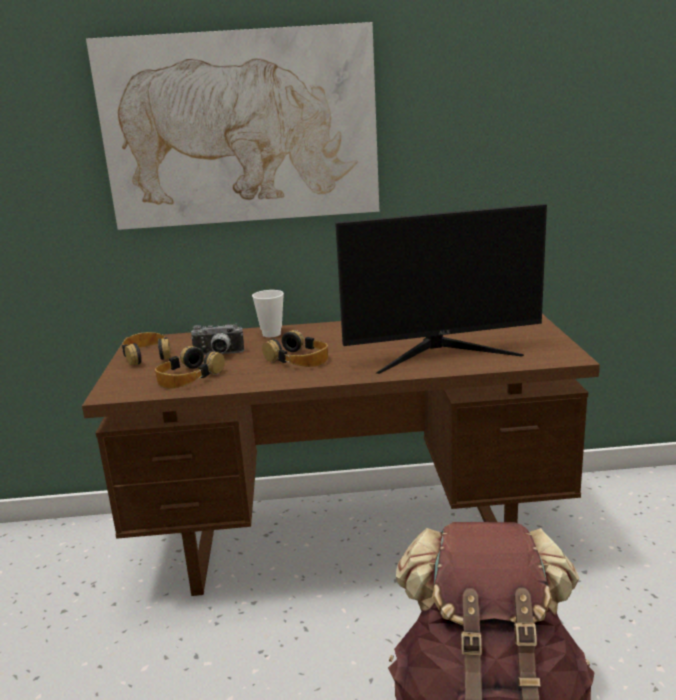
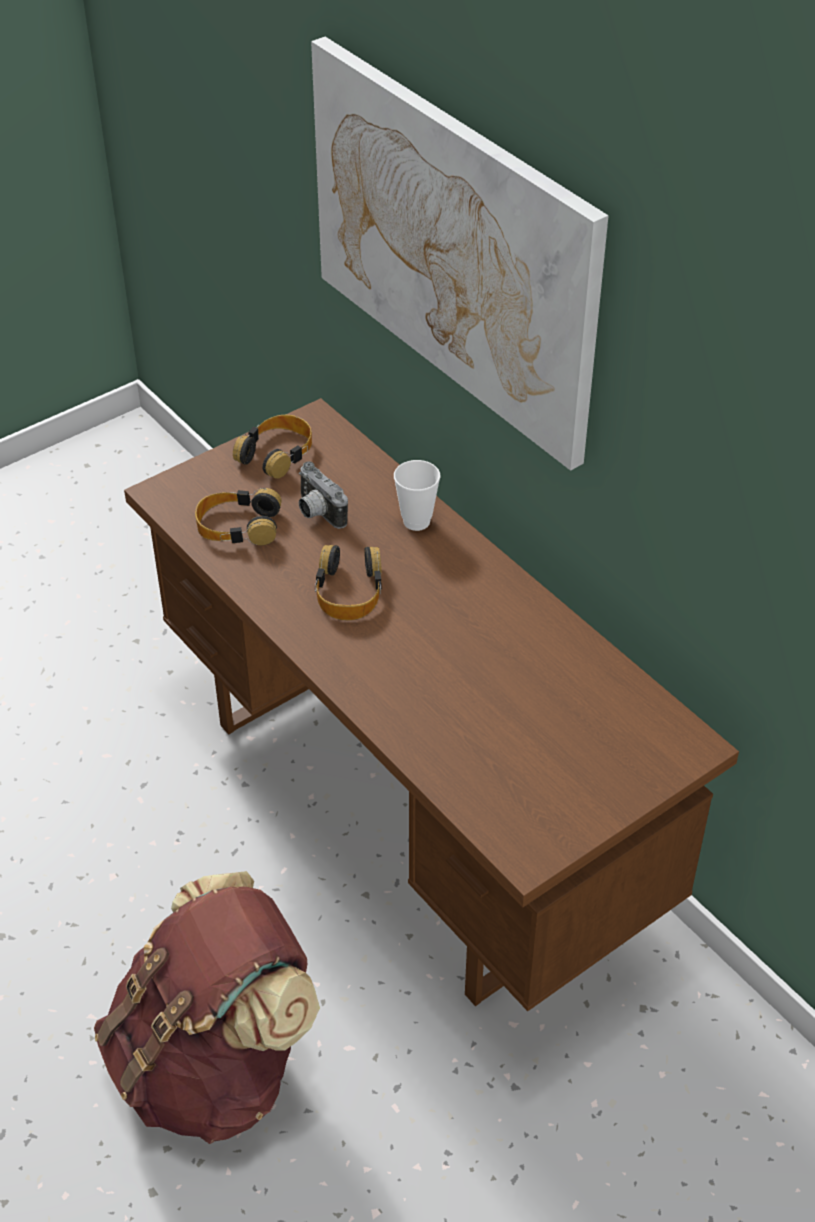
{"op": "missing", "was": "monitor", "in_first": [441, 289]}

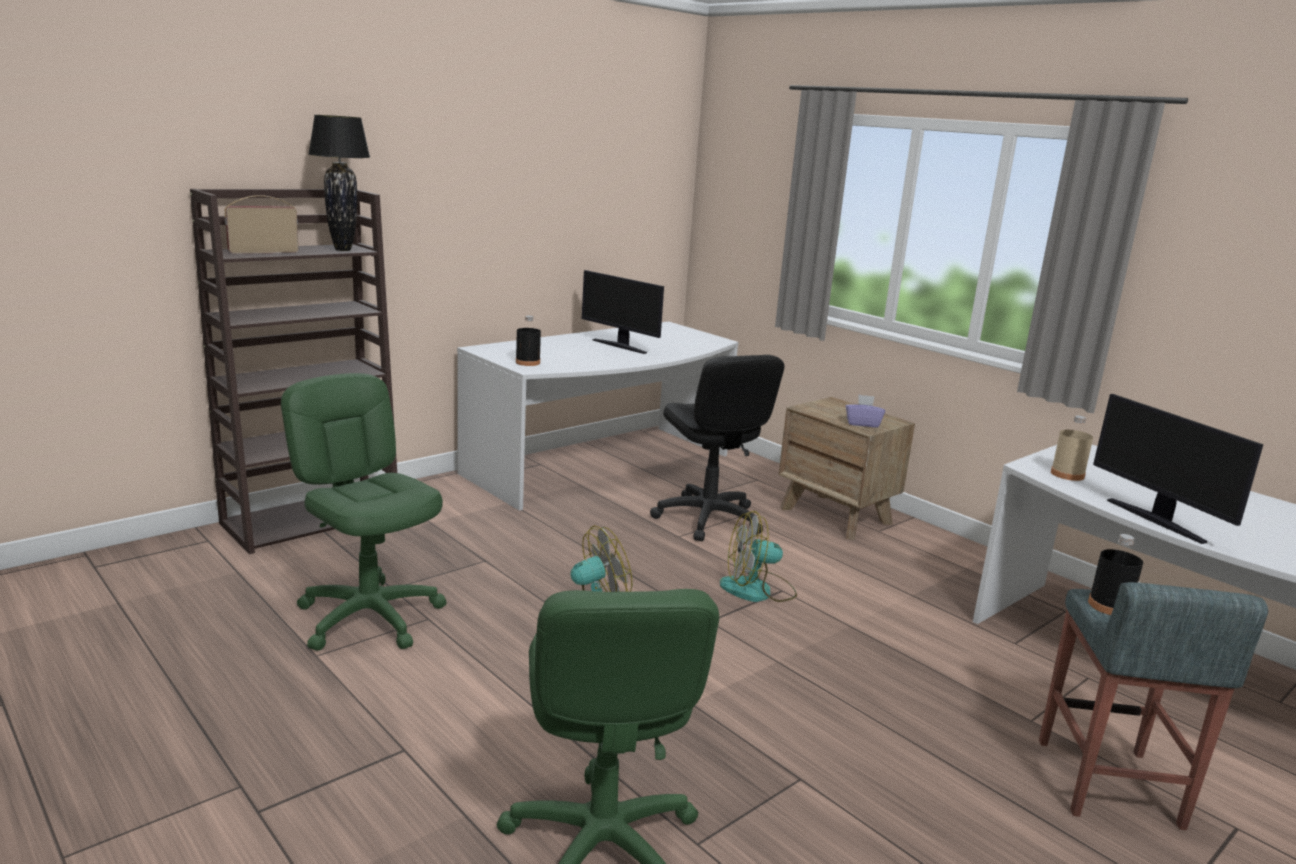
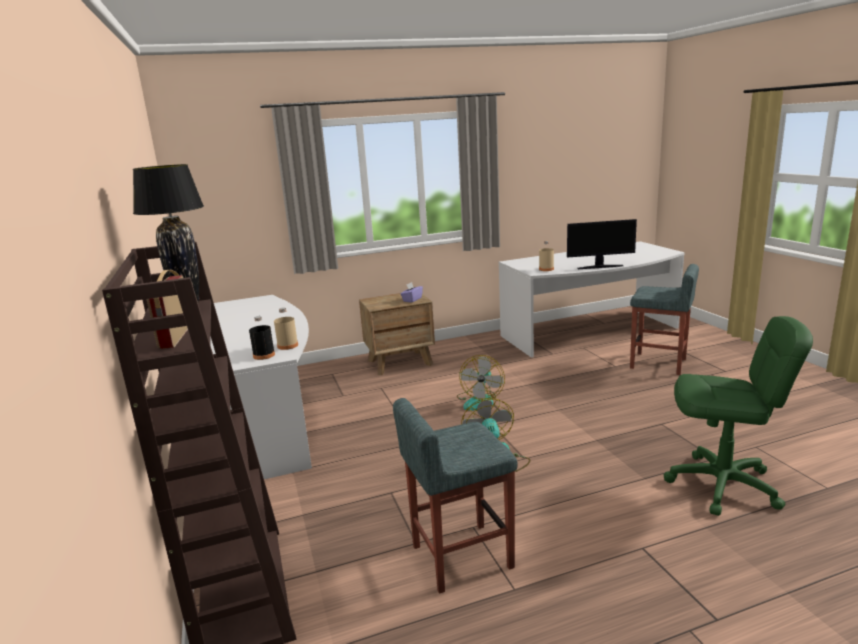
{"op": "appeared", "now": "botella/beis", "in_second": [286, 329]}
{"op": "exchanged", "was": "silla de oficina/verde", "now": "taburete/gris", "in_first": [364, 512], "in_second": [455, 496]}
{"op": "missing", "was": "monitor", "in_first": [623, 312]}
{"op": "missing", "was": "silla de oficina/negro", "in_first": [717, 448]}
{"op": "missing", "was": "botella/negro", "in_first": [1115, 574]}

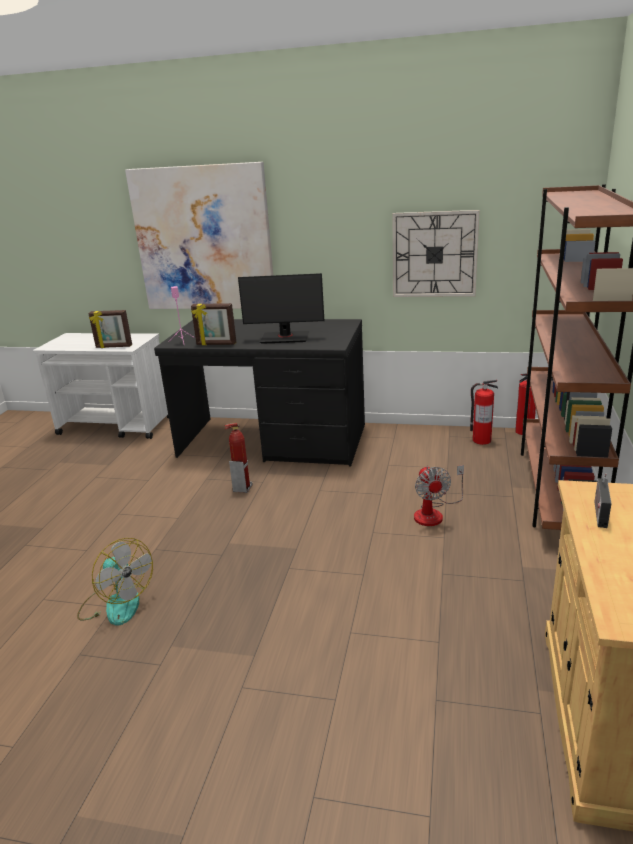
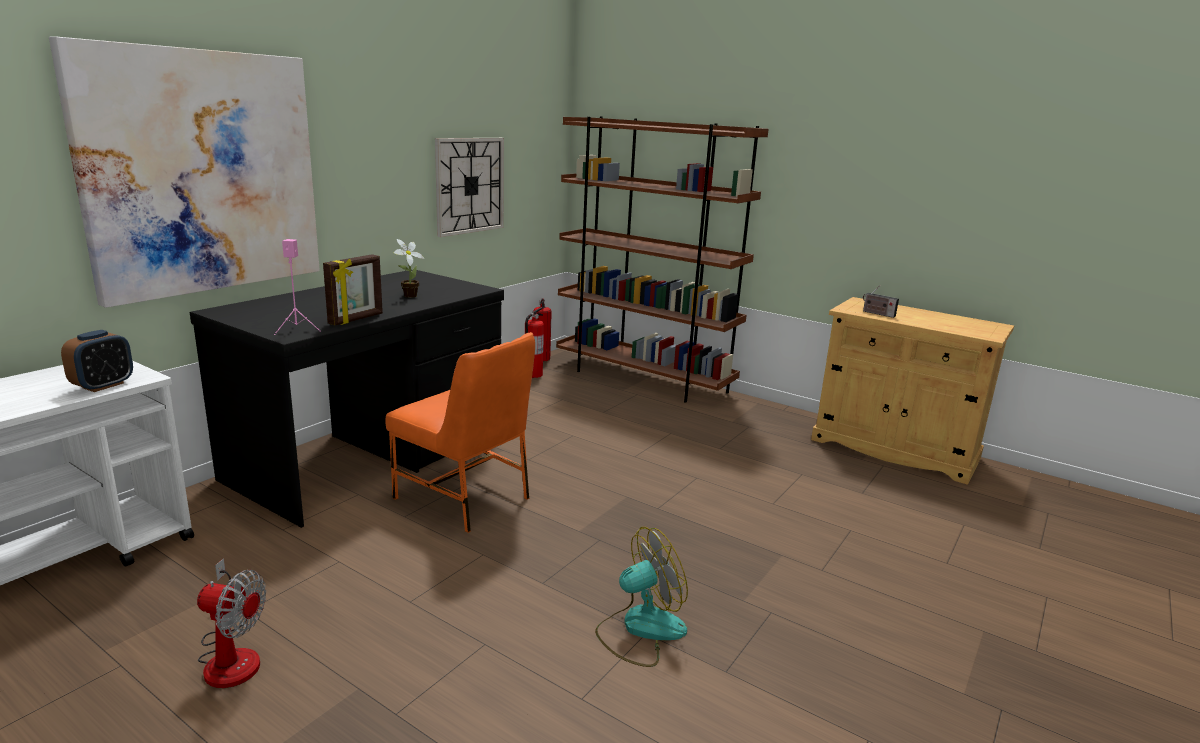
{"op": "exchanged", "was": "portarretratos", "now": "despertador", "in_first": [110, 329], "in_second": [97, 361]}
{"op": "relocated", "was": "ventilador", "in_first": [439, 495], "in_second": [231, 623]}
{"op": "exchanged", "was": "extintor", "now": "silla/naranja", "in_first": [238, 458], "in_second": [460, 432]}
{"op": "exchanged", "was": "monitor", "now": "planta en maceta", "in_first": [281, 308], "in_second": [409, 268]}

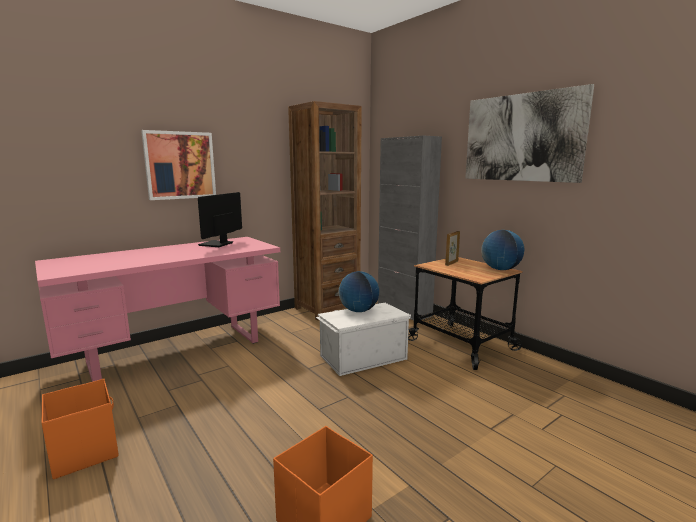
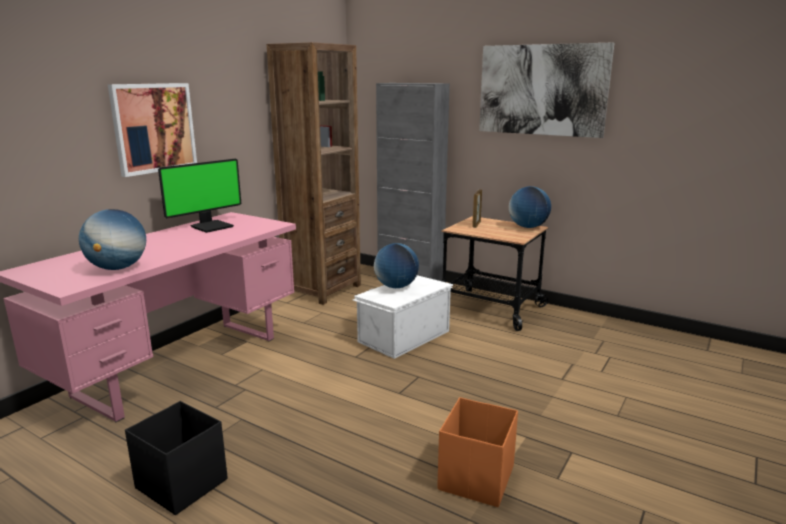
{"op": "appeared", "now": "globo terráqueo", "in_second": [112, 239]}
{"op": "colour", "was": "caja de almacenaje/naranja", "now": "caja de almacenaje/negro", "in_first": [80, 429], "in_second": [176, 458]}
{"op": "spun", "was": "monitor", "in_first": [220, 219], "in_second": [199, 196], "clockwise": -135}

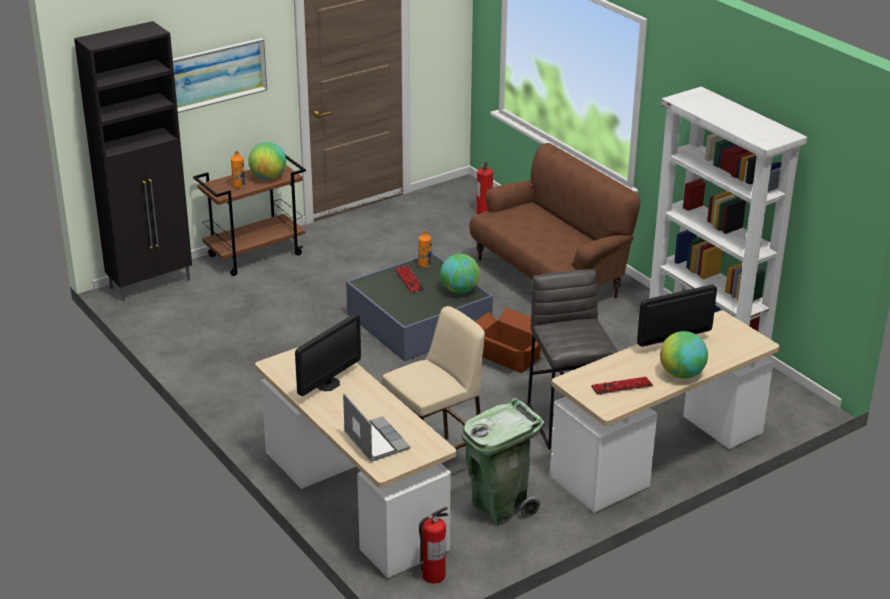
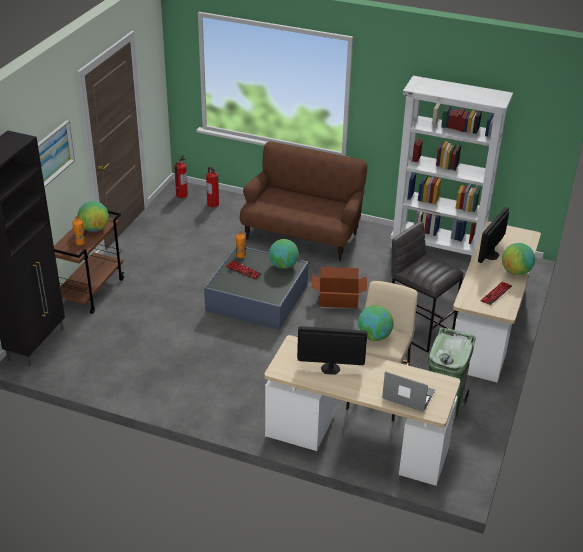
{"op": "relocated", "was": "extintor", "in_first": [434, 545], "in_second": [181, 176]}
{"op": "spun", "was": "monitor", "in_first": [328, 355], "in_second": [332, 350], "clockwise": -90}
{"op": "appeared", "now": "globo terráqueo", "in_second": [376, 323]}

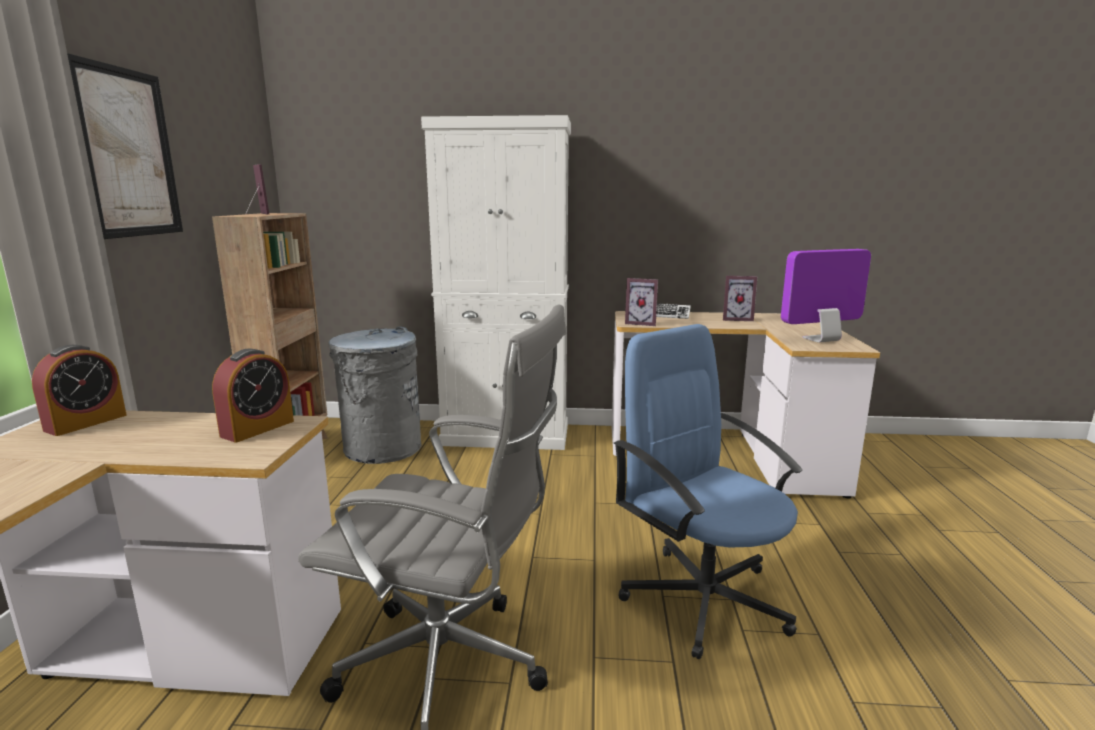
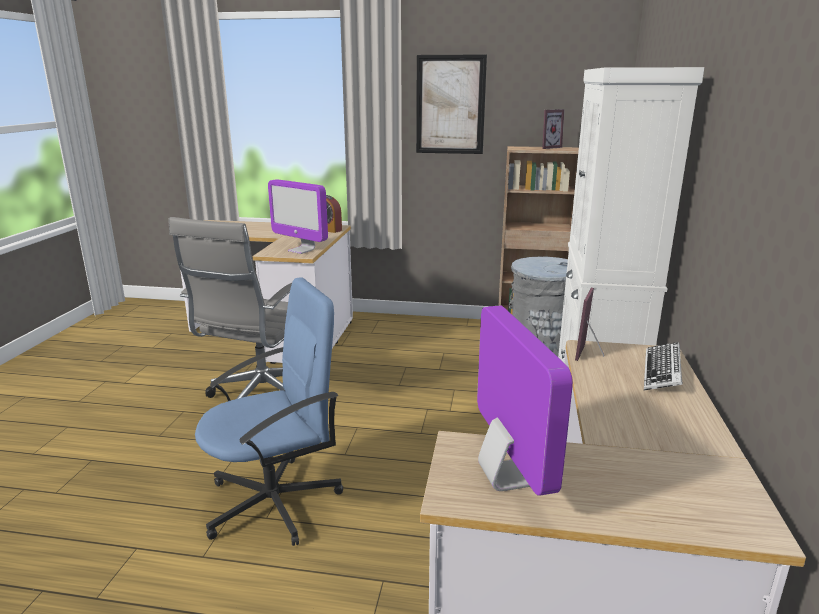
{"op": "exchanged", "was": "despertador", "now": "monitor", "in_first": [253, 395], "in_second": [298, 216]}
{"op": "missing", "was": "portarretratos", "in_first": [740, 298]}

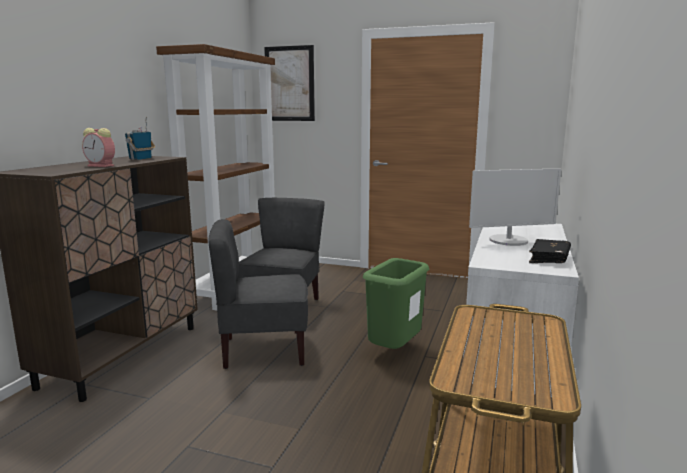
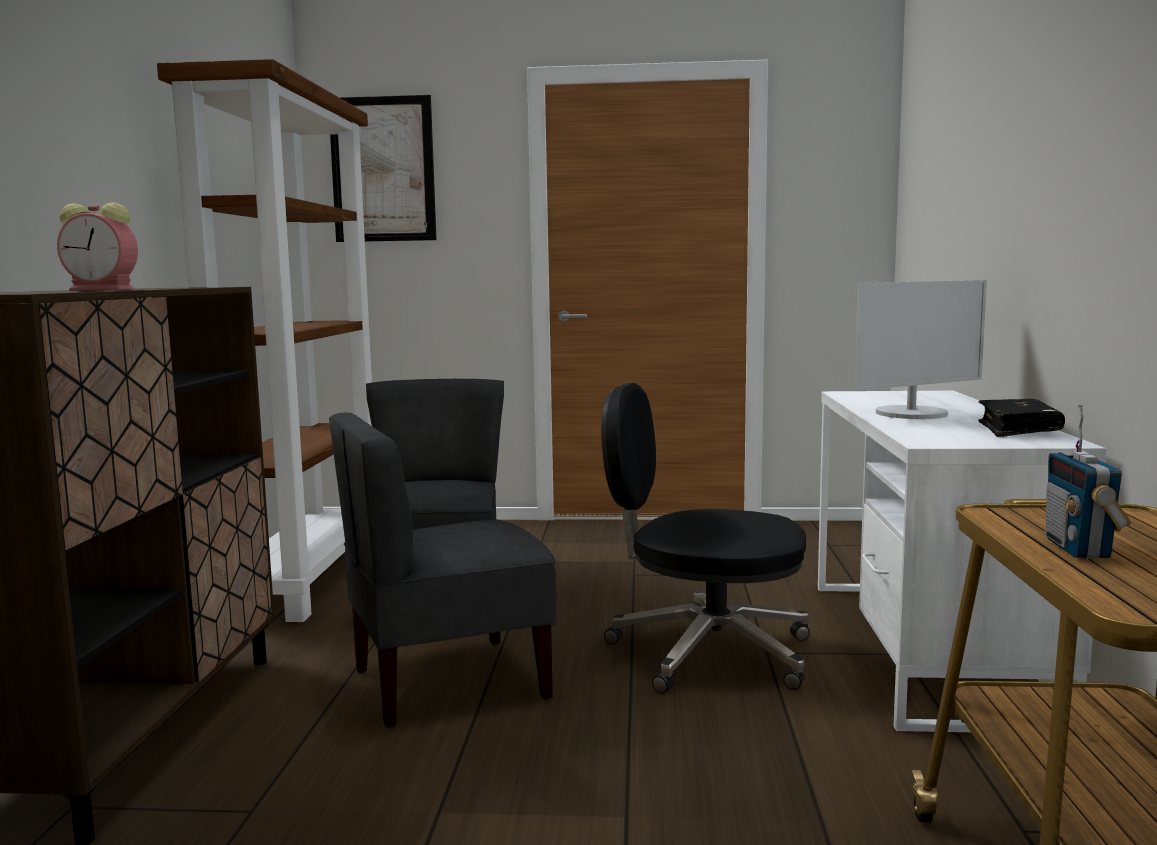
{"op": "exchanged", "was": "papelera/verde", "now": "silla de oficina/negro", "in_first": [396, 303], "in_second": [705, 538]}
{"op": "relocated", "was": "radio", "in_first": [140, 138], "in_second": [1088, 482]}

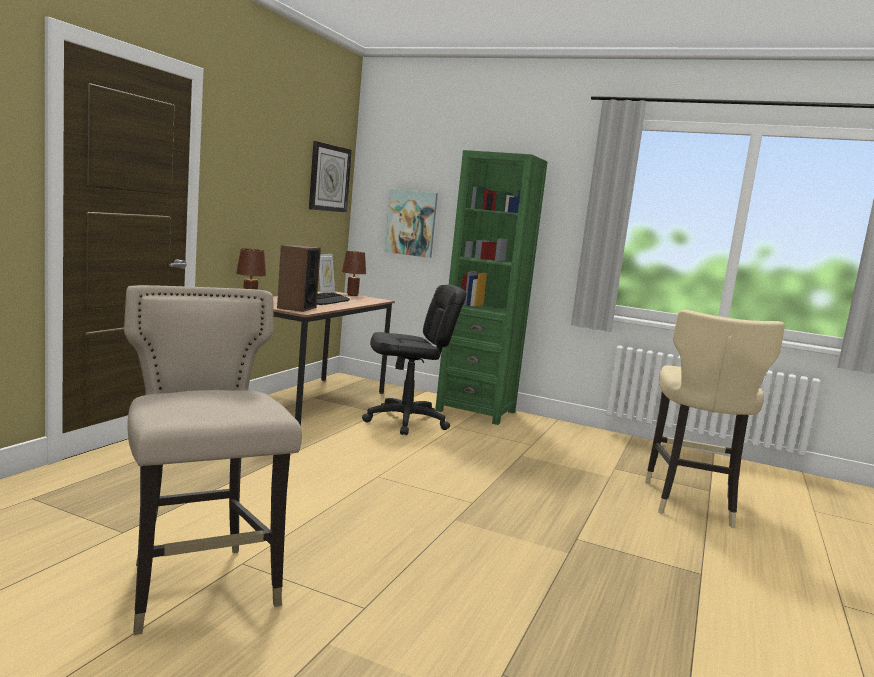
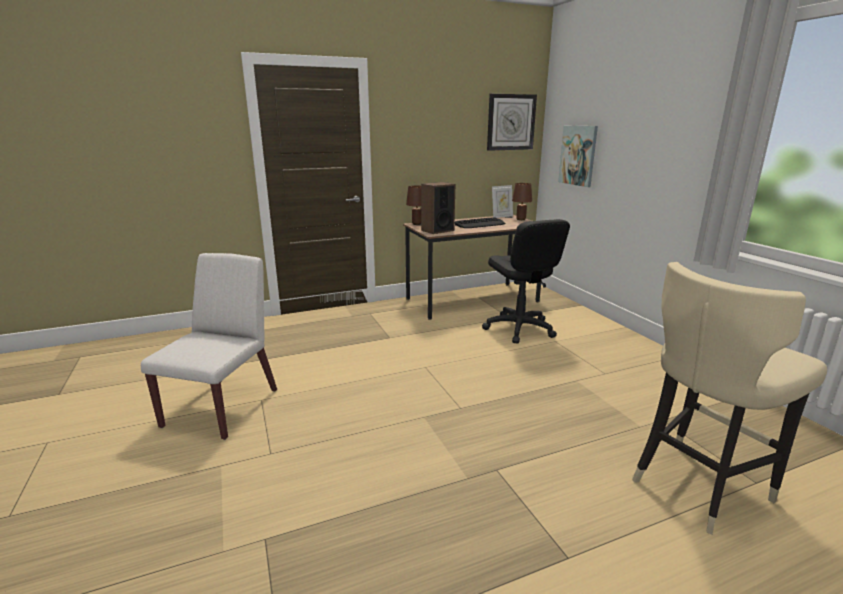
{"op": "exchanged", "was": "taburete/beis", "now": "silla/blanco", "in_first": [213, 460], "in_second": [209, 346]}
{"op": "spun", "was": "silla de oficina/negro", "in_first": [414, 360], "in_second": [526, 281], "clockwise": 45}
{"op": "missing", "was": "estantería/verde", "in_first": [491, 287]}

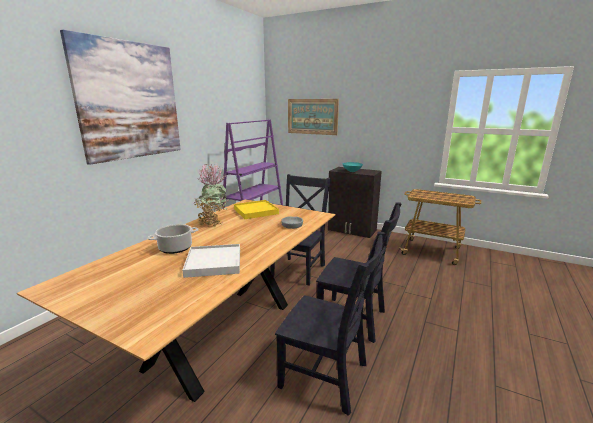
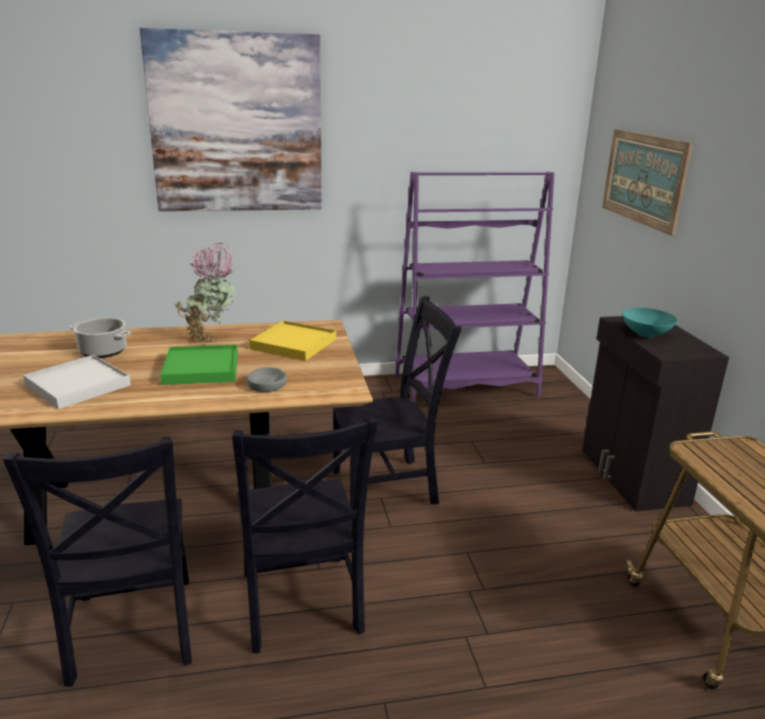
{"op": "appeared", "now": "bandeja/verde", "in_second": [199, 365]}

